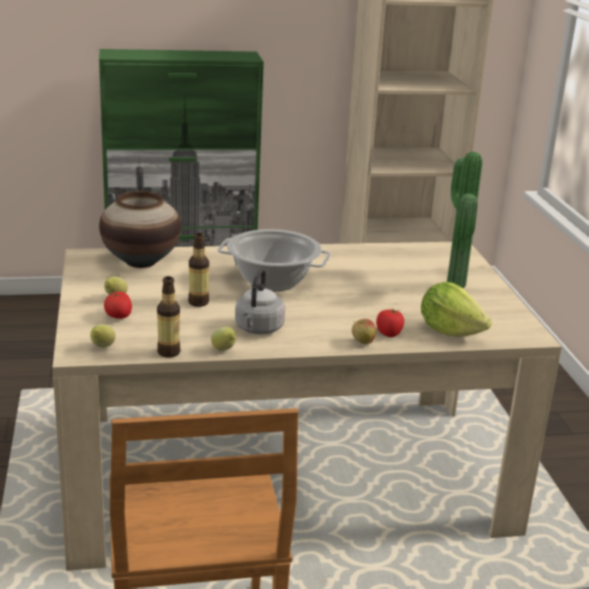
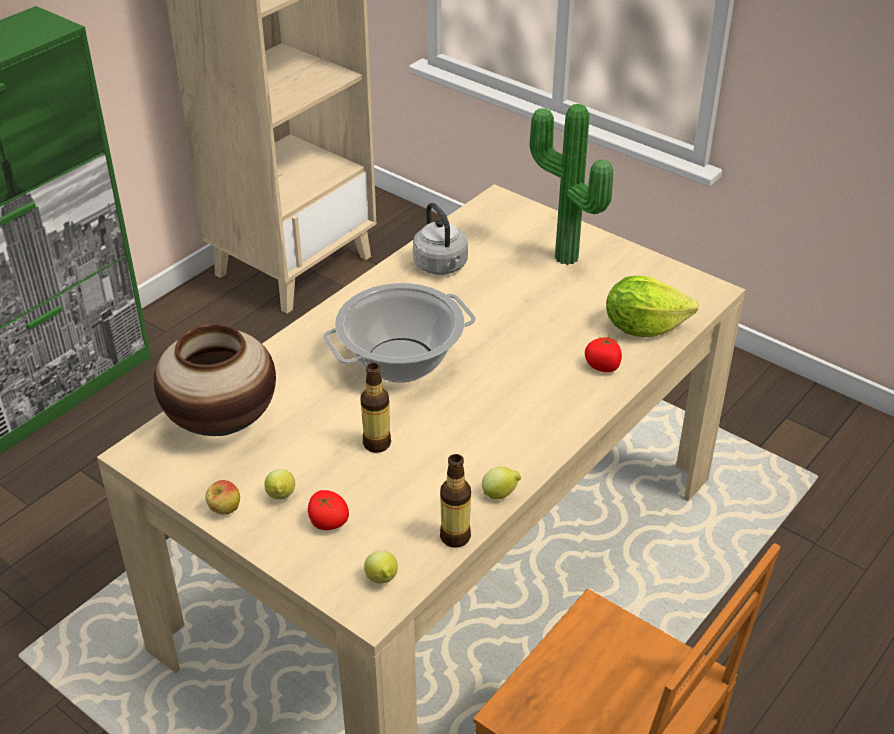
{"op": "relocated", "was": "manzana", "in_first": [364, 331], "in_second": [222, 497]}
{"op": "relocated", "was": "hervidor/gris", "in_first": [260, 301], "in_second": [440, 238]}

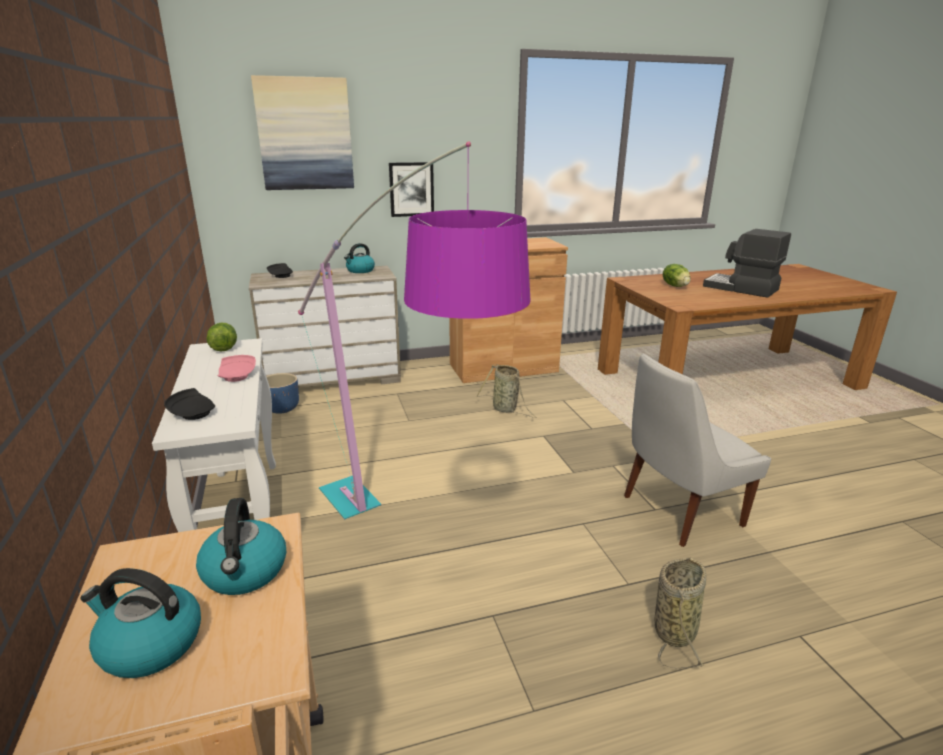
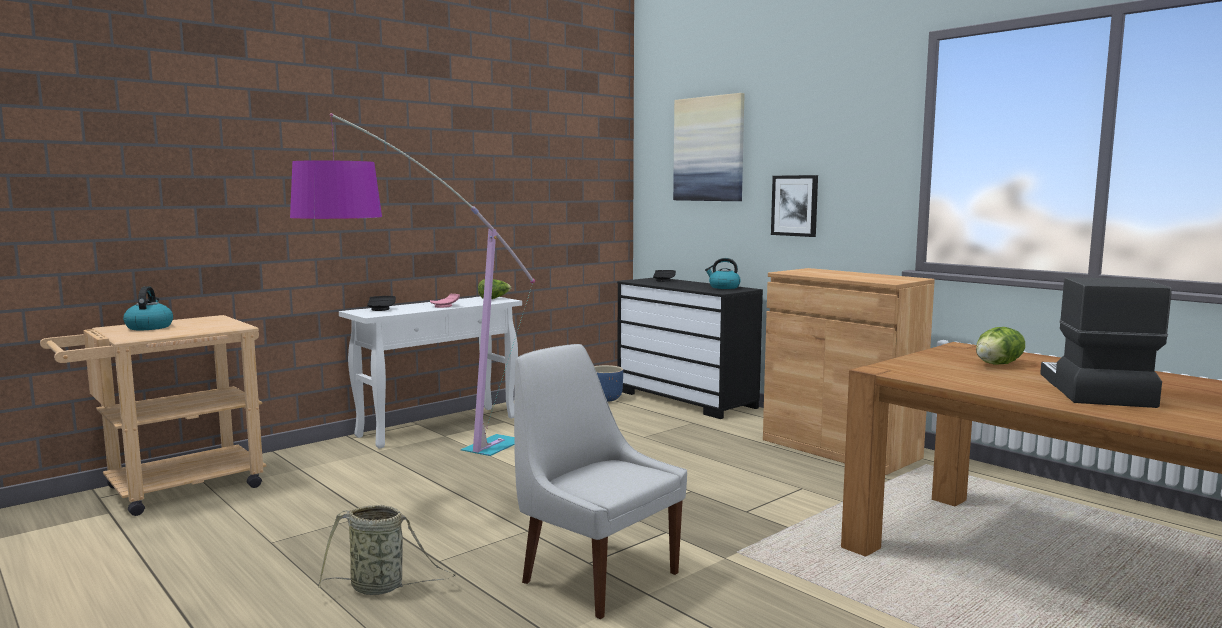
{"op": "colour", "was": "cómoda/beis", "now": "cómoda/negro", "in_first": [325, 327], "in_second": [690, 348]}
{"op": "missing", "was": "hervidor", "in_first": [241, 546]}
{"op": "missing", "was": "cesta", "in_first": [506, 391]}

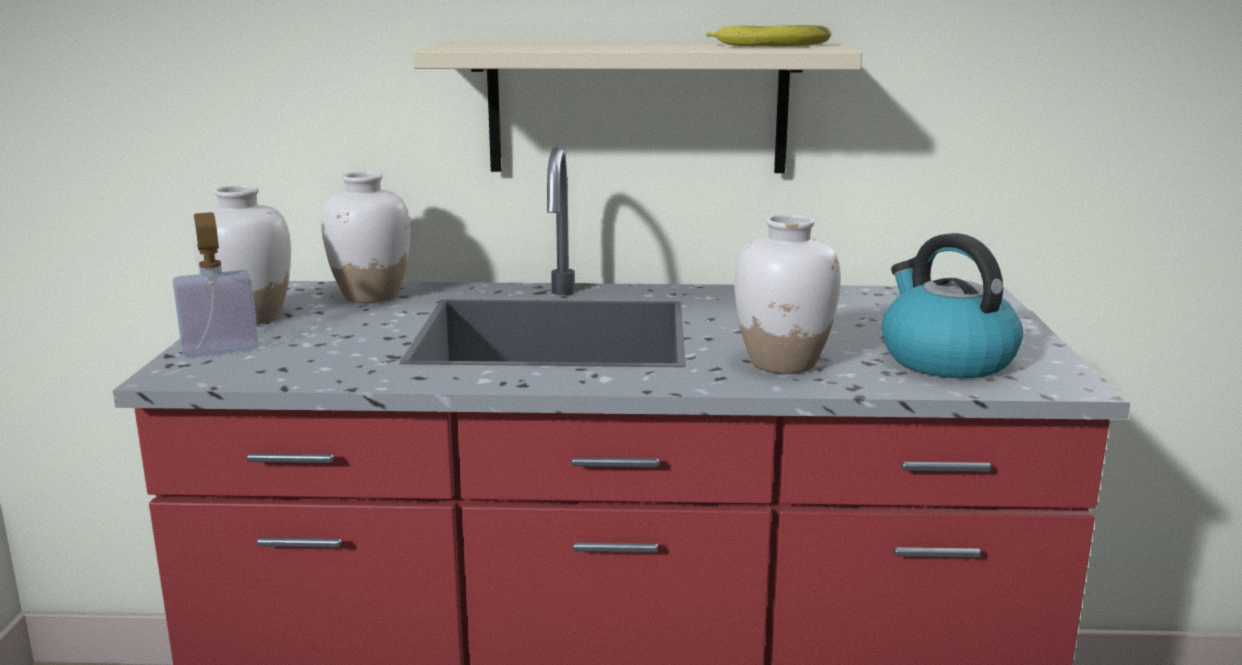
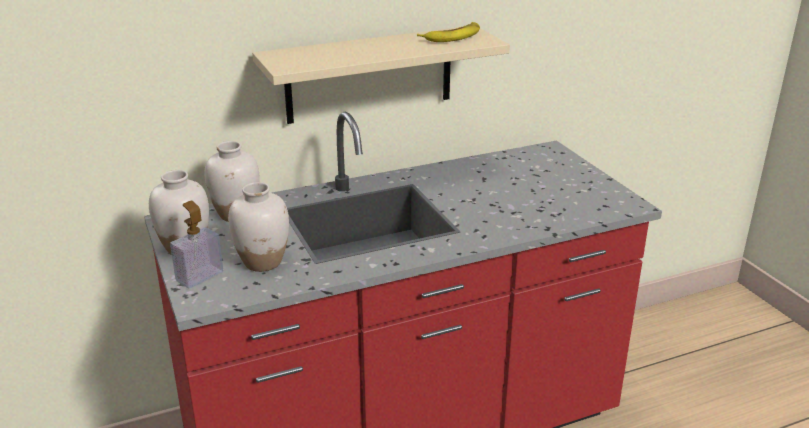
{"op": "relocated", "was": "florero/blanco", "in_first": [788, 294], "in_second": [258, 227]}
{"op": "missing", "was": "hervidor", "in_first": [952, 305]}

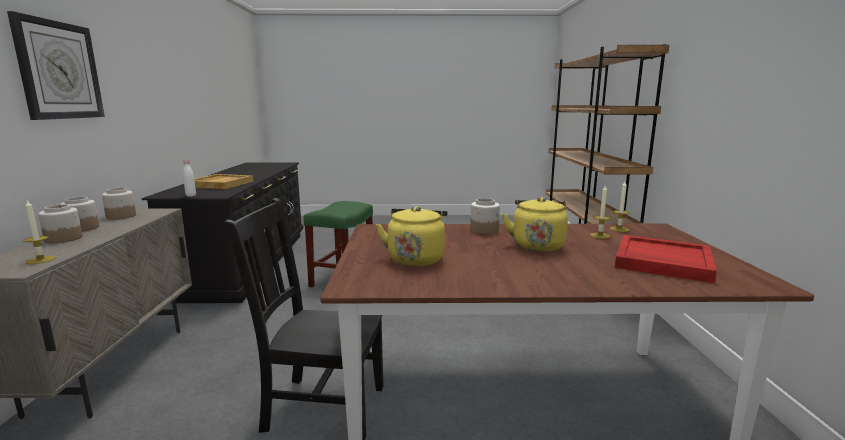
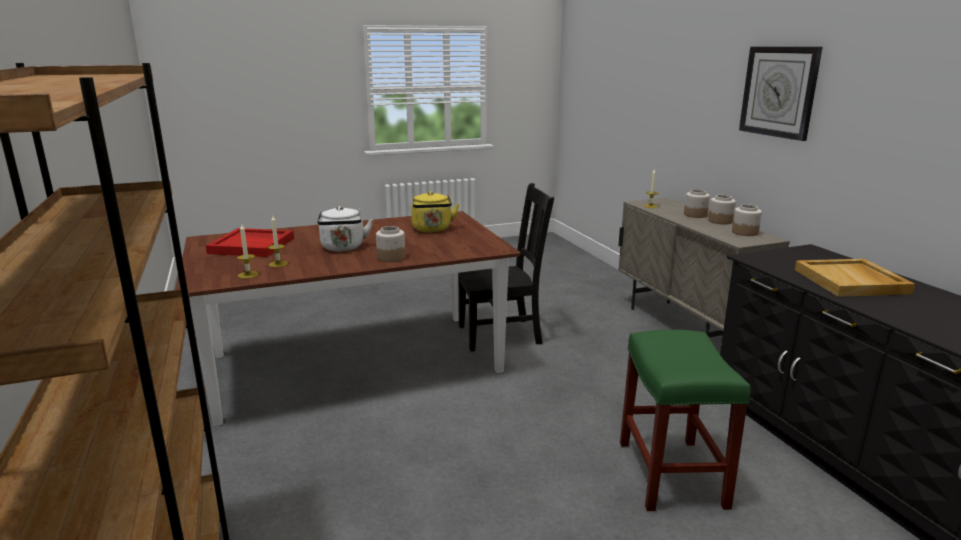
{"op": "colour", "was": "hervidor/amarillo", "now": "hervidor/blanco", "in_first": [535, 224], "in_second": [345, 228]}
{"op": "missing", "was": "botella/blanco", "in_first": [189, 178]}

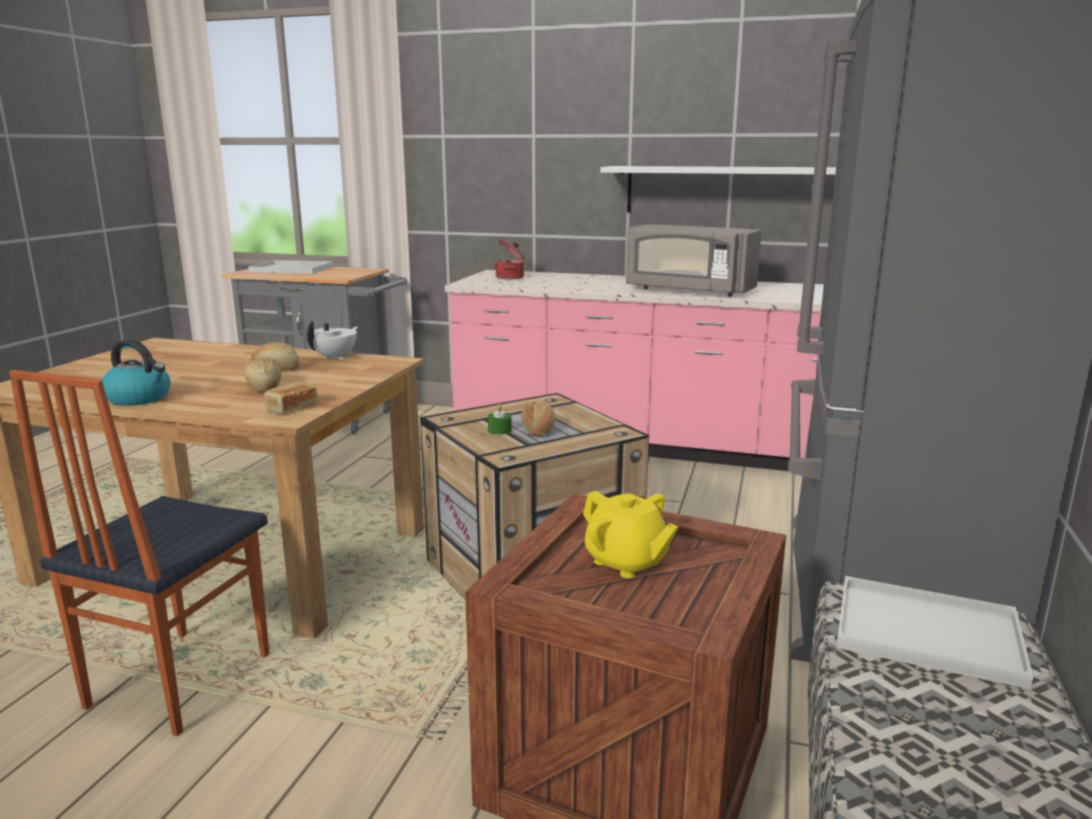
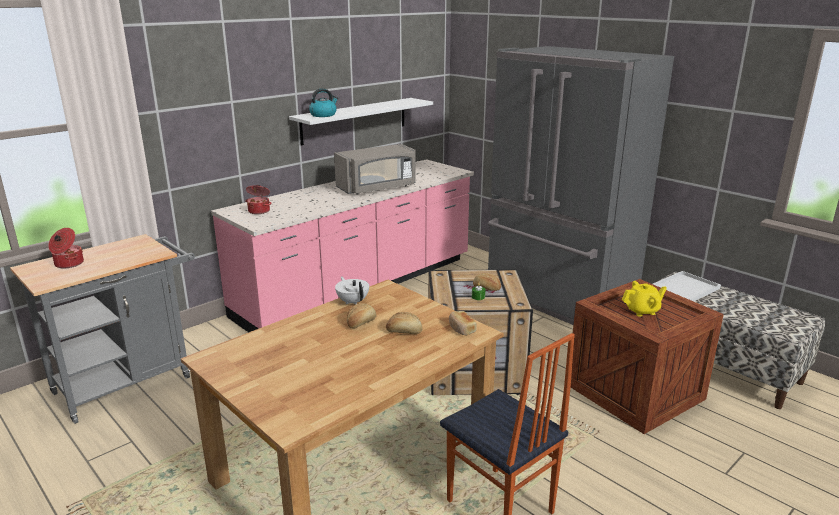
{"op": "exchanged", "was": "bandeja/blanco", "now": "olla", "in_first": [291, 267], "in_second": [66, 248]}
{"op": "relocated", "was": "hervidor", "in_first": [136, 372], "in_second": [323, 102]}

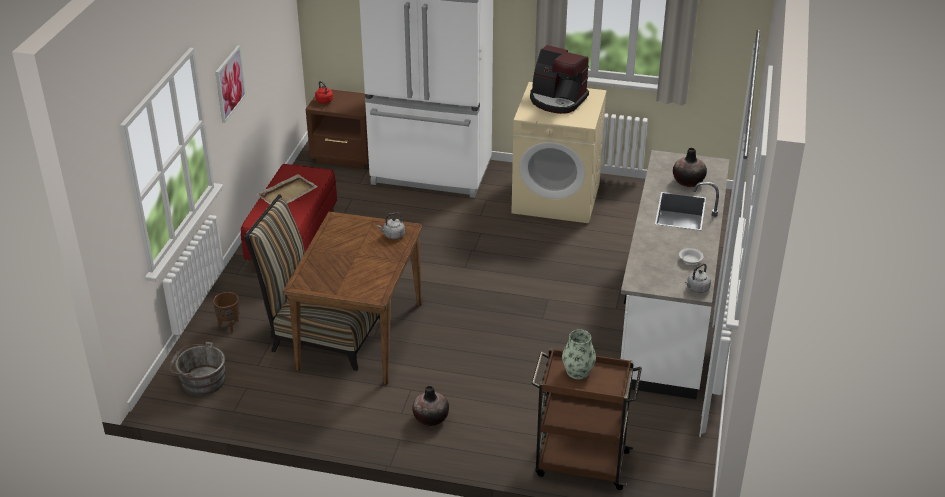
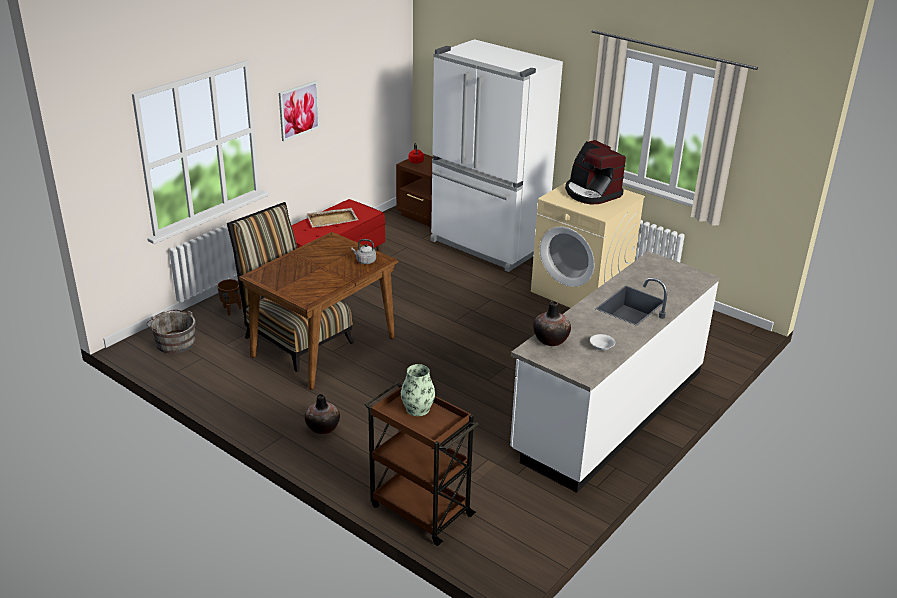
{"op": "relocated", "was": "florero", "in_first": [690, 167], "in_second": [552, 323]}
{"op": "missing", "was": "hervidor/gris", "in_first": [698, 278]}

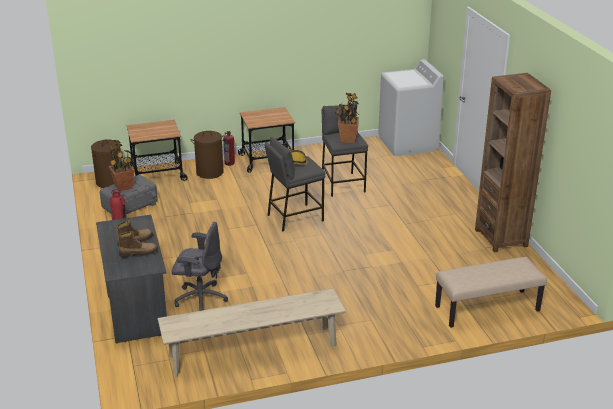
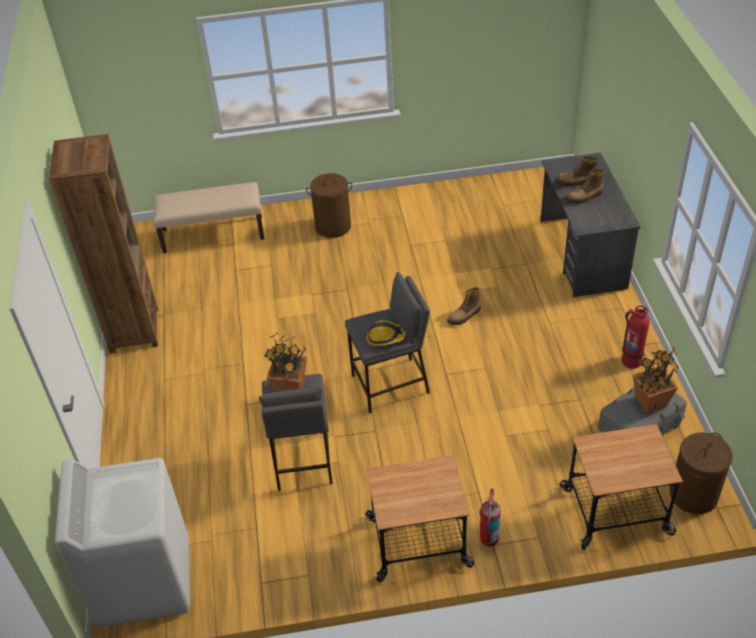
{"op": "relocated", "was": "cesto de la ropa/marrón", "in_first": [208, 155], "in_second": [329, 205]}
{"op": "appeared", "now": "bota", "in_second": [464, 306]}
{"op": "missing", "was": "banco/beis", "in_first": [252, 332]}
{"op": "missing", "was": "silla de oficina/gris", "in_first": [200, 266]}

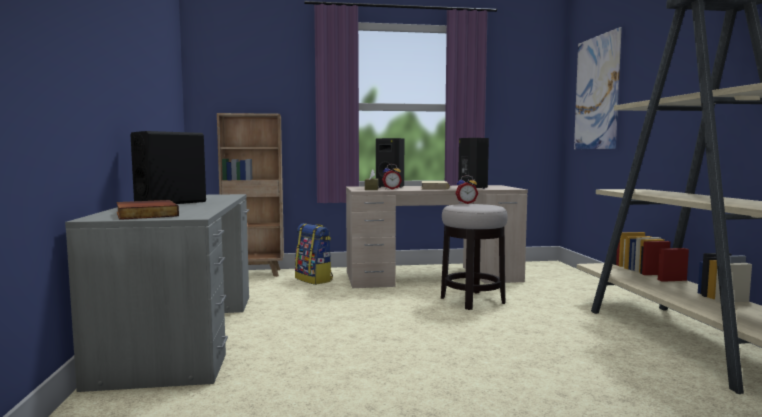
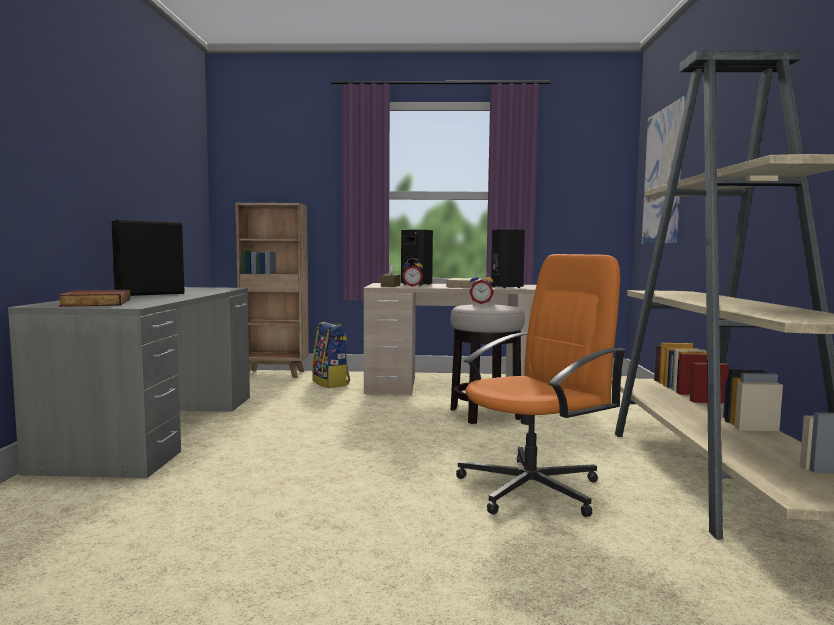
{"op": "appeared", "now": "silla de oficina/naranja", "in_second": [541, 385]}

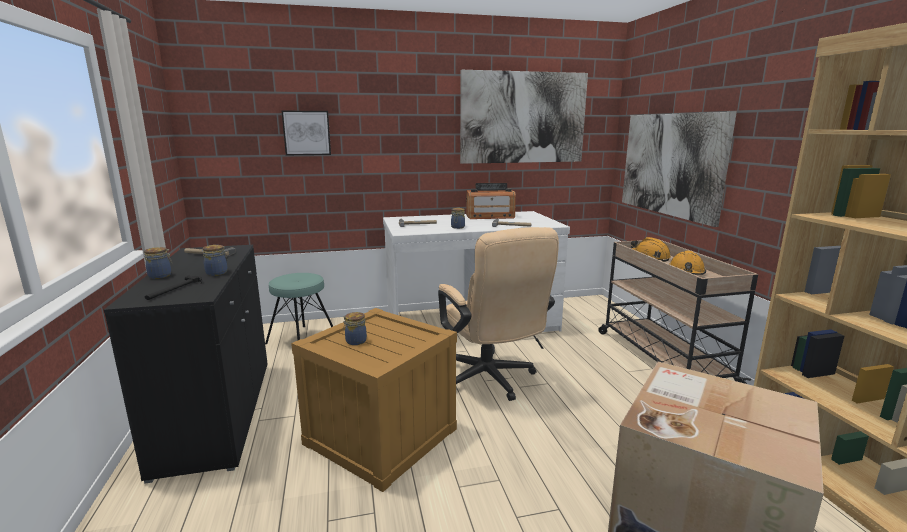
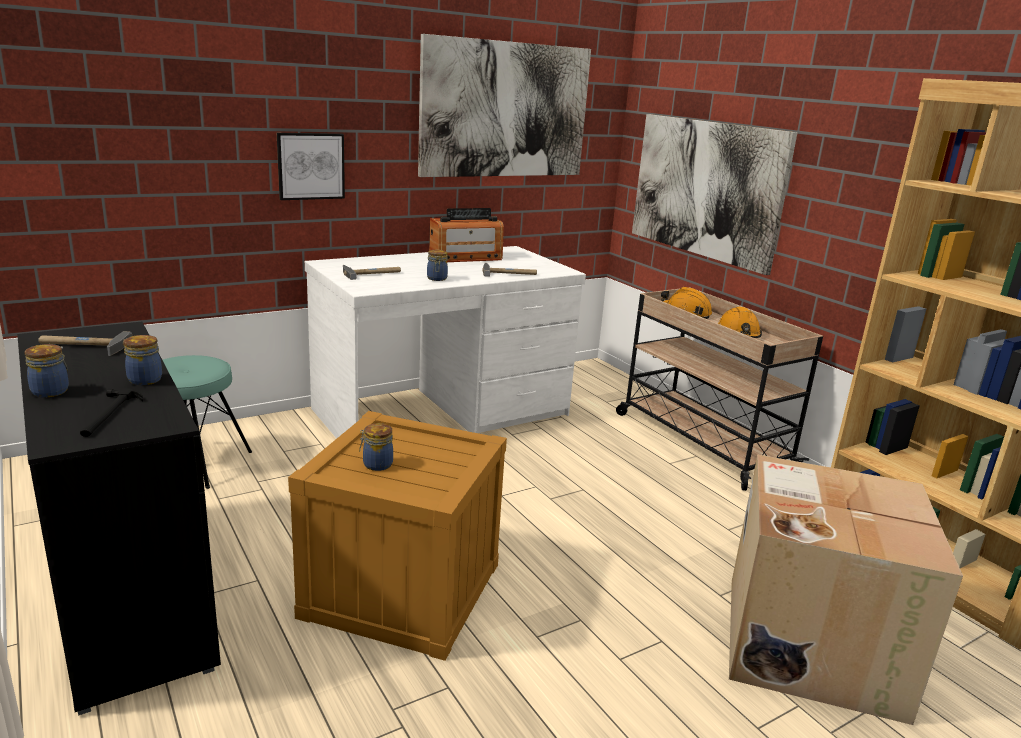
{"op": "relocated", "was": "cuadro", "in_first": [306, 133], "in_second": [311, 166]}
{"op": "missing", "was": "silla de oficina/beis", "in_first": [498, 314]}

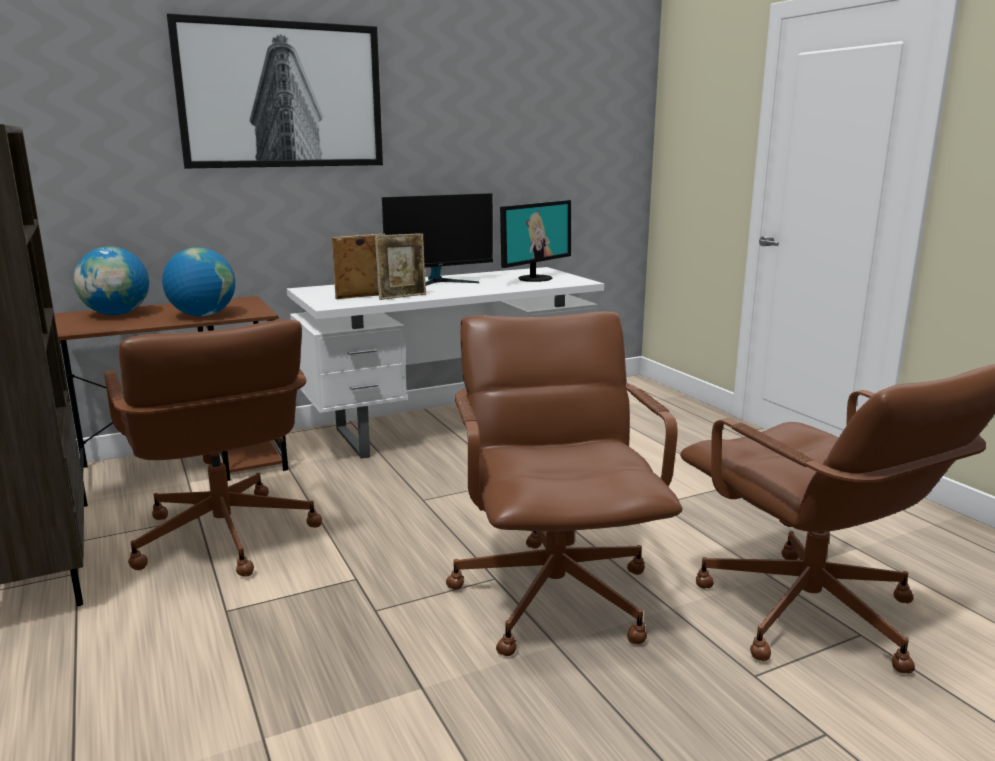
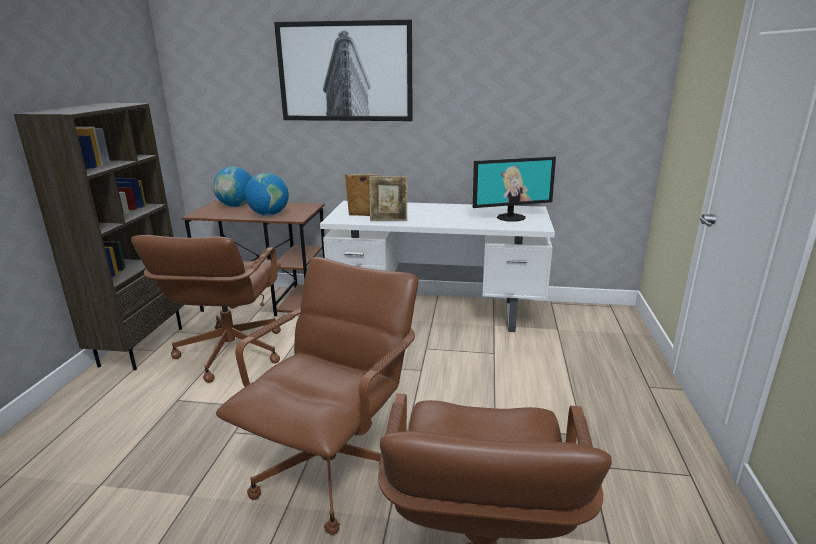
{"op": "missing", "was": "monitor", "in_first": [437, 239]}

